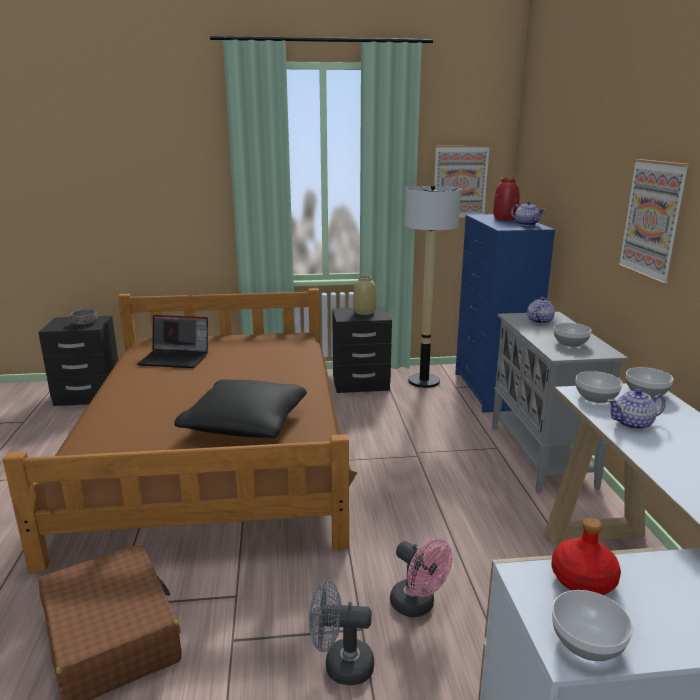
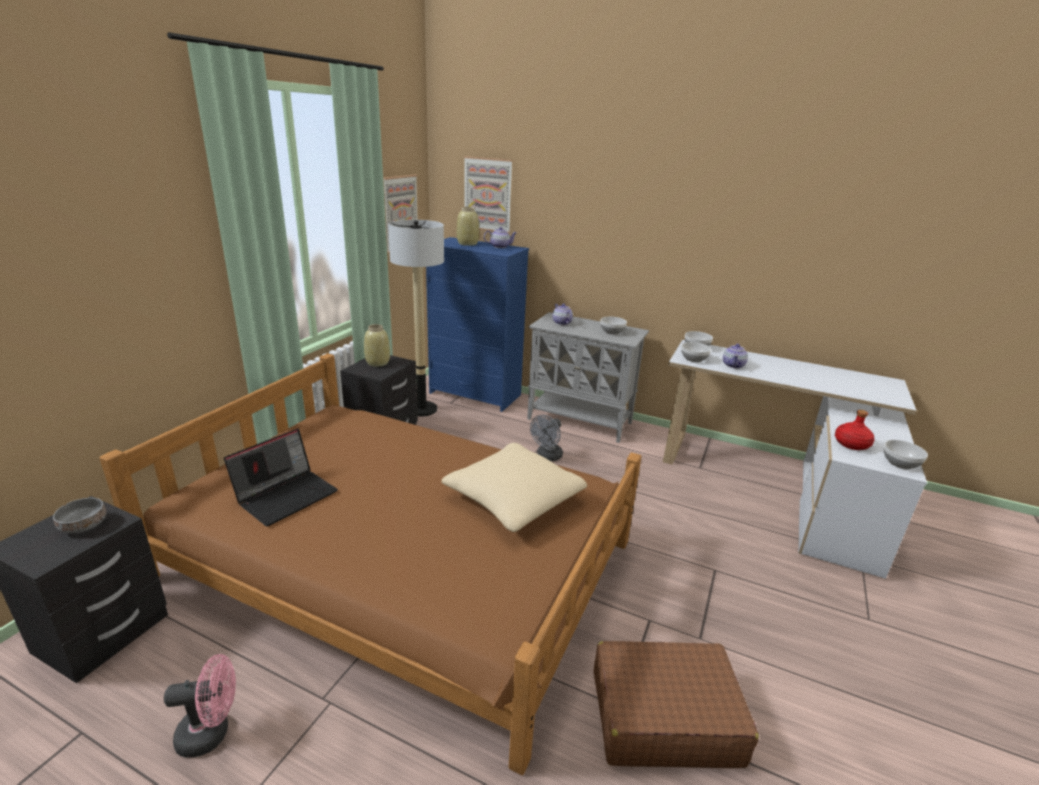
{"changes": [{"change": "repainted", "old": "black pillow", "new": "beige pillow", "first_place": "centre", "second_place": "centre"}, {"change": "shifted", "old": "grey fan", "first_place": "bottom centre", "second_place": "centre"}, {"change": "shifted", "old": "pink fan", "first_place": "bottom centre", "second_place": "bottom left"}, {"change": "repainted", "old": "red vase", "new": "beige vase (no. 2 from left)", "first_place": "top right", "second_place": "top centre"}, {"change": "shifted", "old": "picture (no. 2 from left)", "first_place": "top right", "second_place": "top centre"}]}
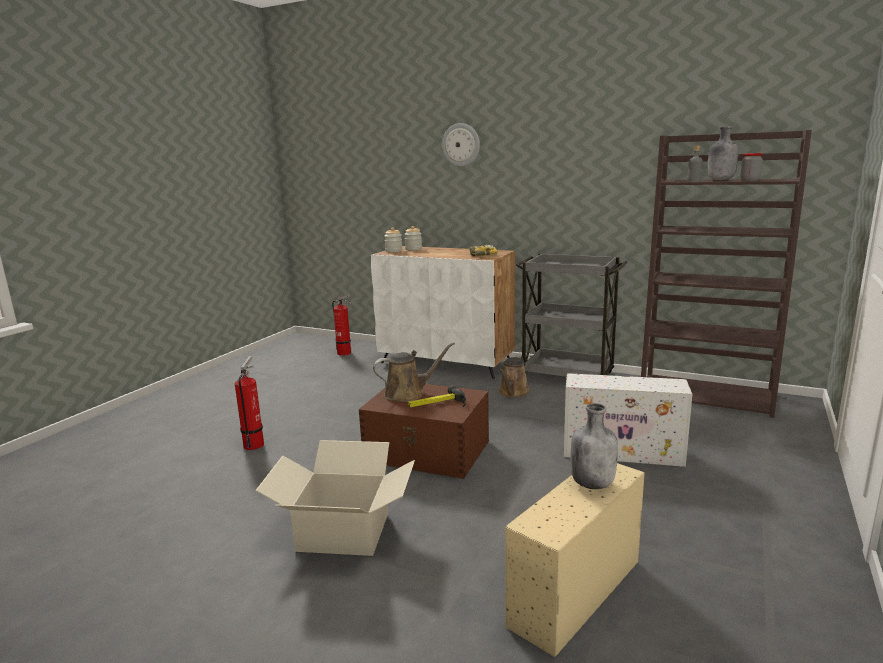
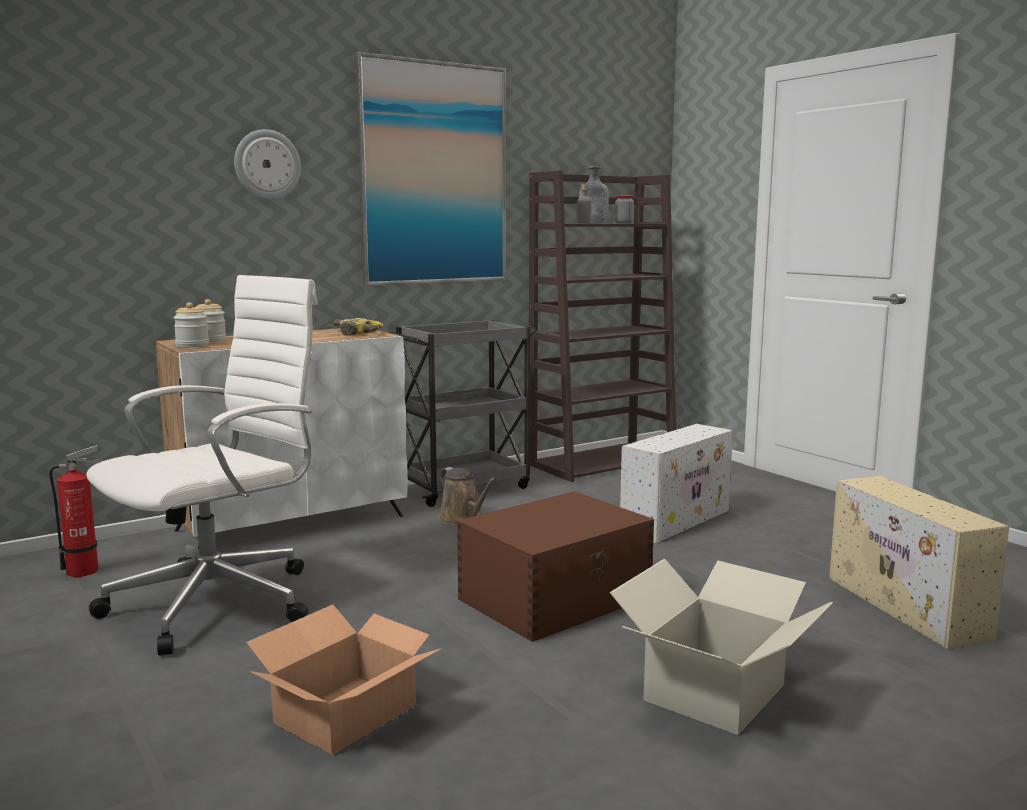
{"changes": [{"change": "swapped", "old": "fire extinguisher (no. 1 from left)", "new": "cardboard box (no. 1 from left)", "first_place": "middle left", "second_place": "bottom centre"}, {"change": "gone", "old": "brown watering can (no. 1 from left)", "first_place": "centre"}, {"change": "gone", "old": "hammer", "first_place": "centre"}, {"change": "gone", "old": "grey bottle (no. 1 from left)", "first_place": "bottom right"}, {"change": "new", "new": "white office chair", "second_place": "middle left"}, {"change": "new", "new": "picture", "second_place": "top centre"}]}
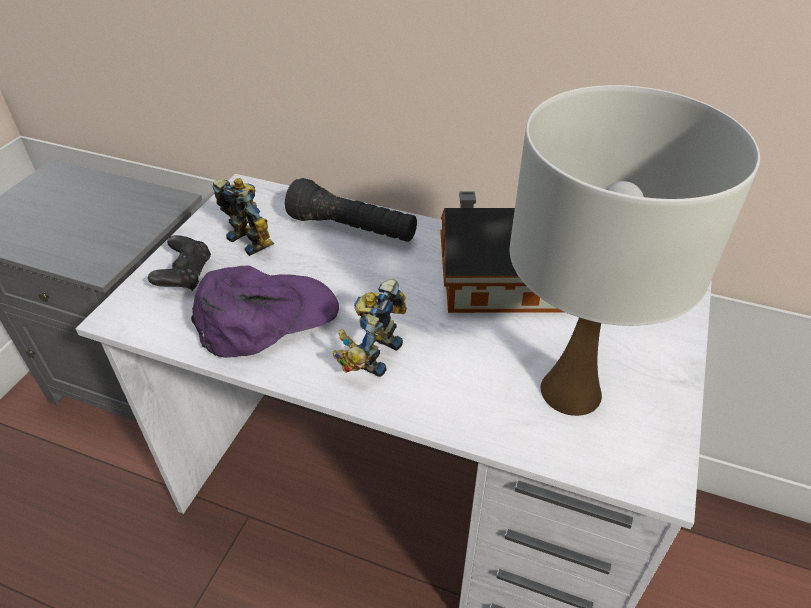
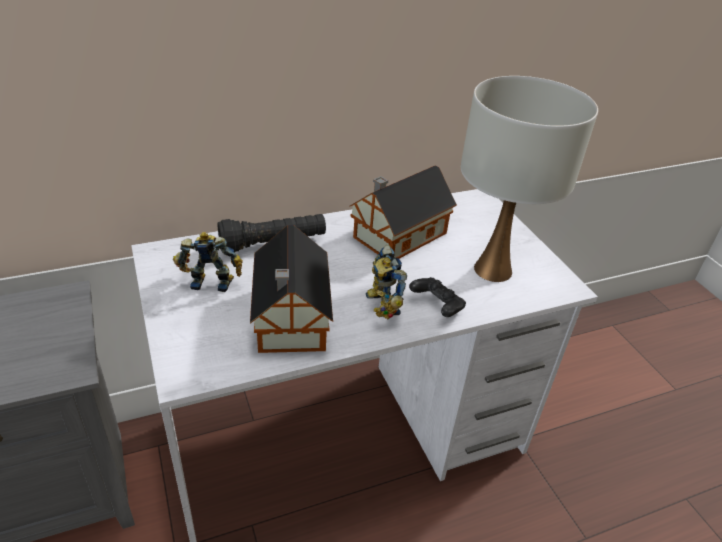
{"changes": [{"change": "shifted", "old": "black game controller", "first_place": "middle left", "second_place": "centre"}, {"change": "swapped", "old": "purple cap", "new": "toy house (no. 1 from left)", "first_place": "middle left", "second_place": "centre"}]}
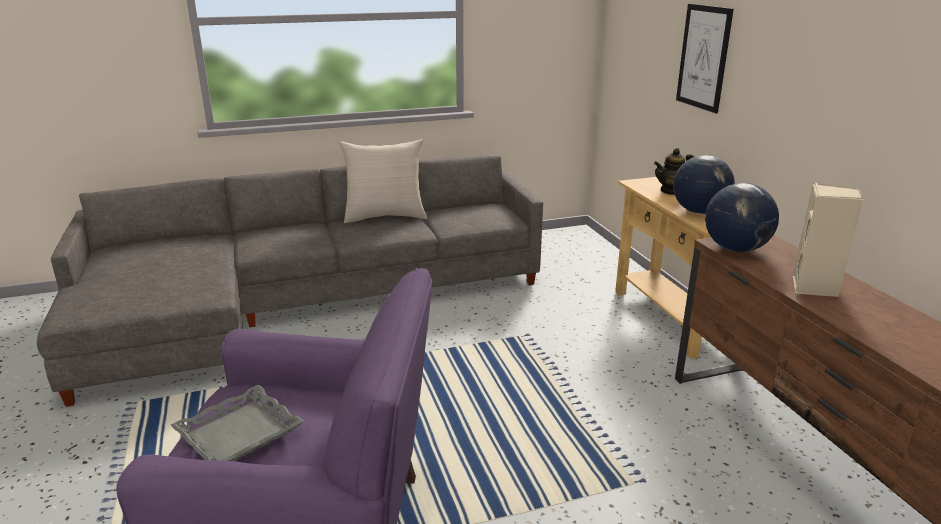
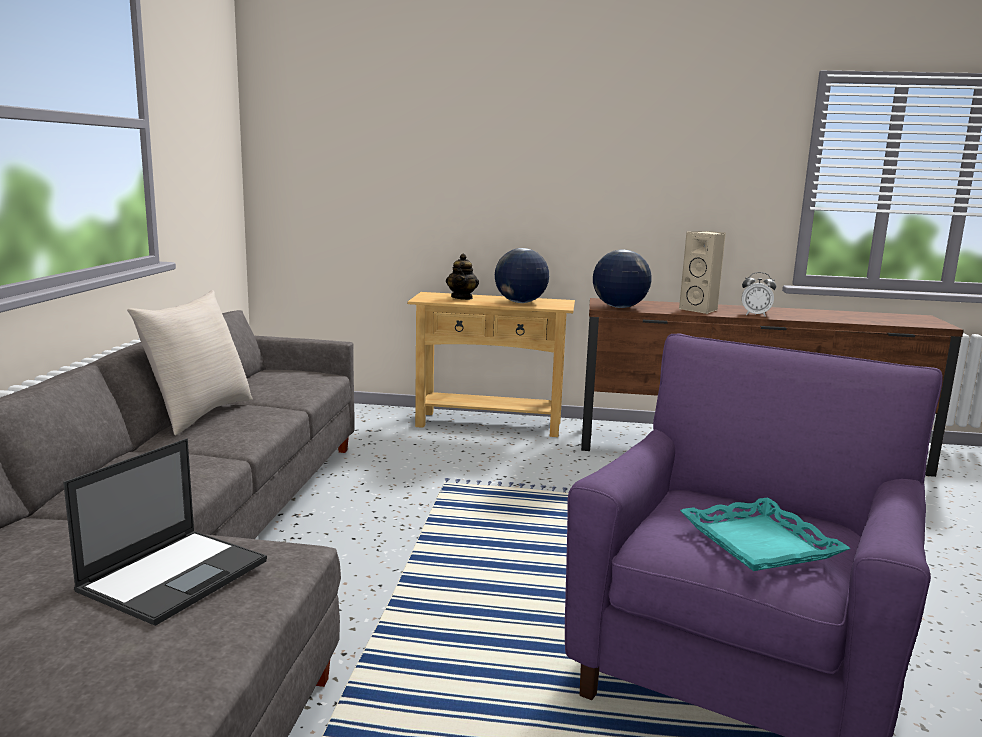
{"changes": [{"change": "repainted", "old": "grey tray", "new": "turquoise tray", "first_place": "bottom left", "second_place": "bottom right"}, {"change": "gone", "old": "picture", "first_place": "top right"}, {"change": "new", "new": "laptop", "second_place": "bottom left"}, {"change": "new", "new": "alarm clock", "second_place": "middle right"}]}
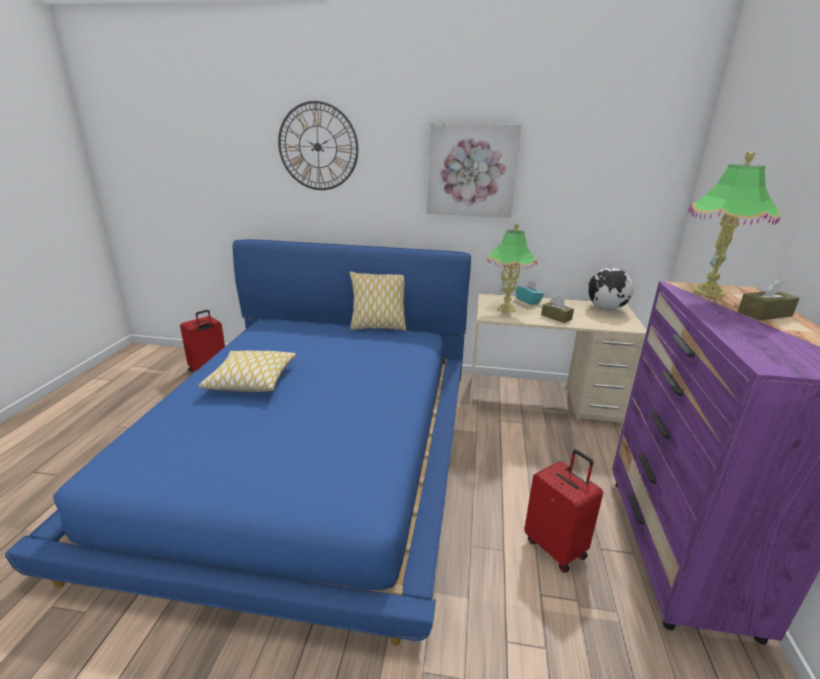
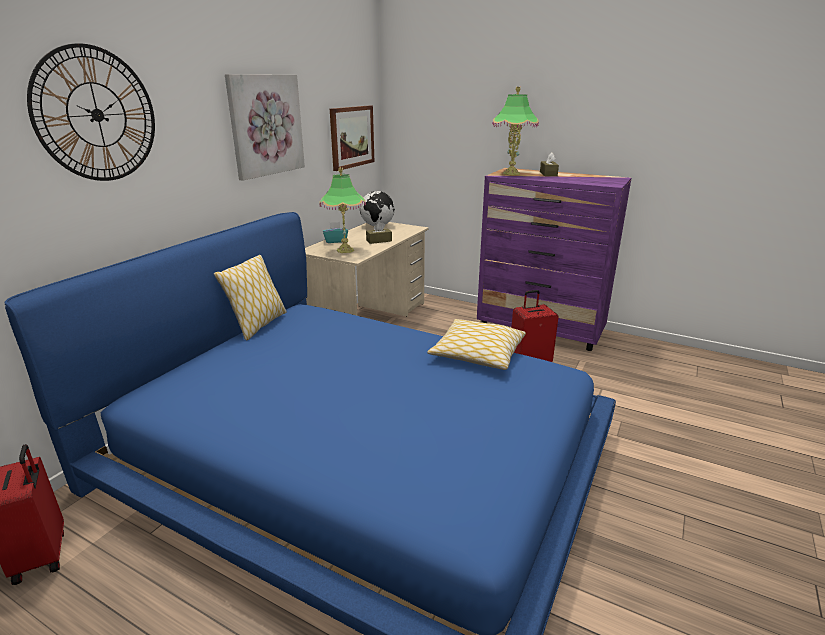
{"changes": [{"change": "shifted", "old": "pillow (no. 1 from left in the first image)", "new": "pillow (no. 2 from left)", "first_place": "middle left", "second_place": "centre"}, {"change": "new", "new": "picture (no. 2 from left)", "second_place": "top centre"}]}
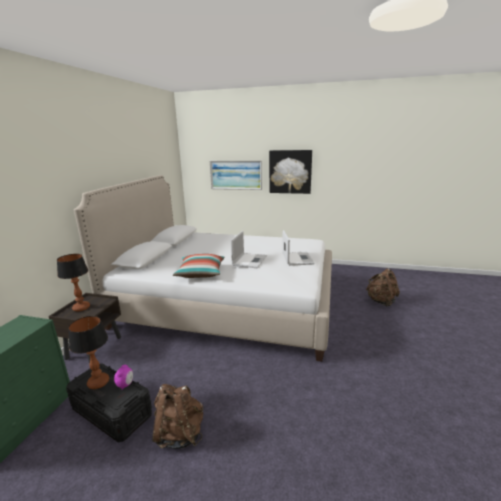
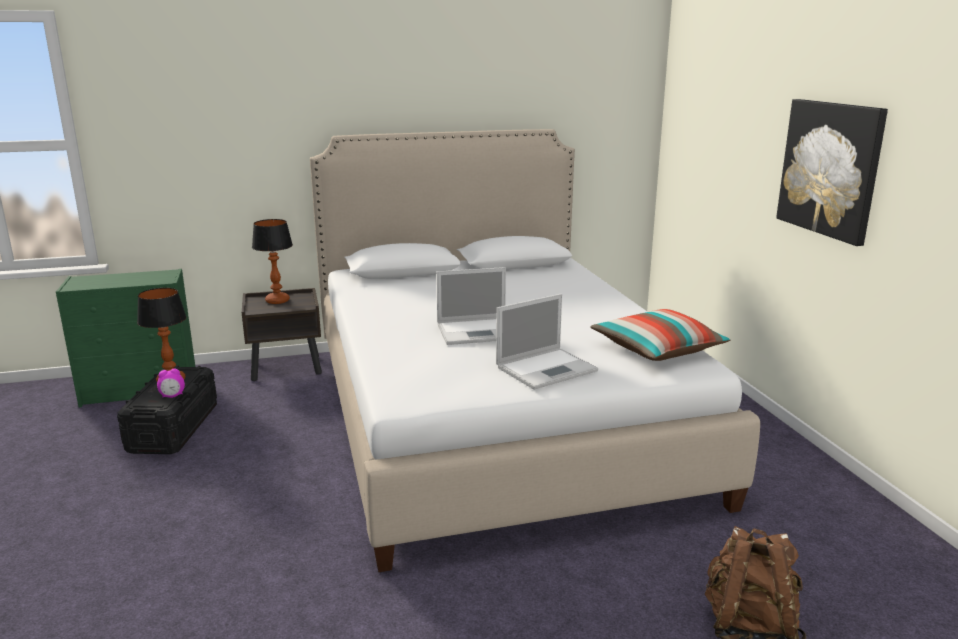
{"changes": [{"change": "gone", "old": "brown backpack (no. 1 from left)", "first_place": "bottom centre"}, {"change": "shifted", "old": "pillow", "first_place": "centre", "second_place": "middle right"}, {"change": "gone", "old": "picture (no. 1 from left)", "first_place": "centre"}]}
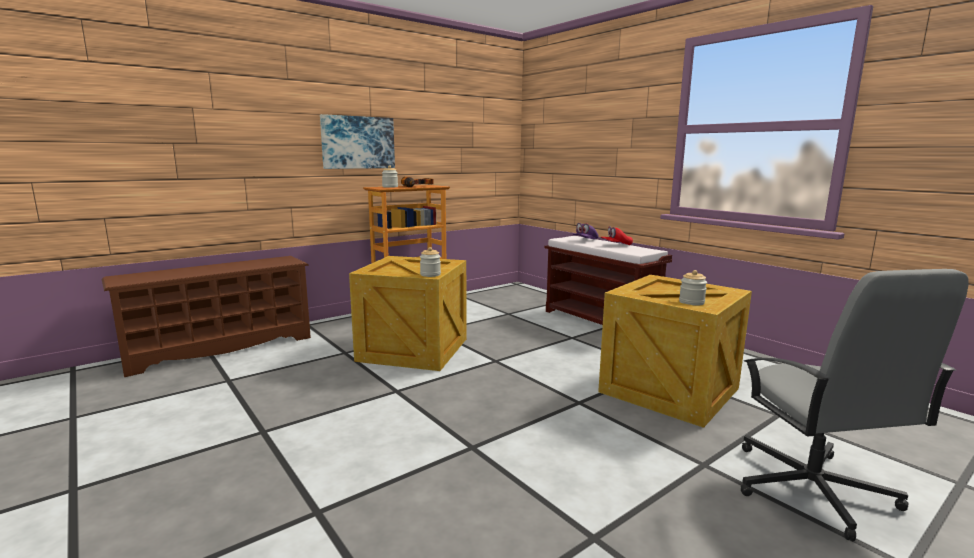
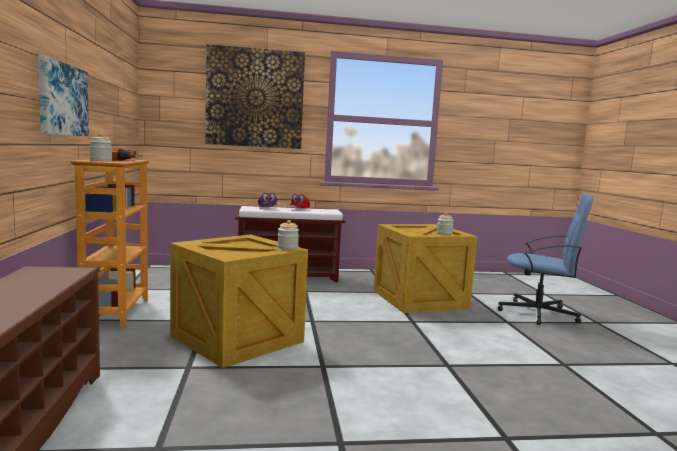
{"changes": [{"change": "repainted", "old": "grey office chair", "new": "blue office chair", "first_place": "bottom right", "second_place": "middle right"}, {"change": "new", "new": "picture (no. 2 from left)", "second_place": "top centre"}]}
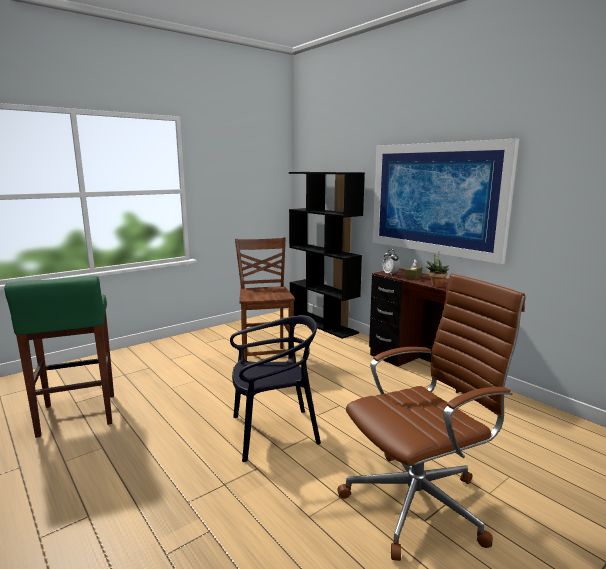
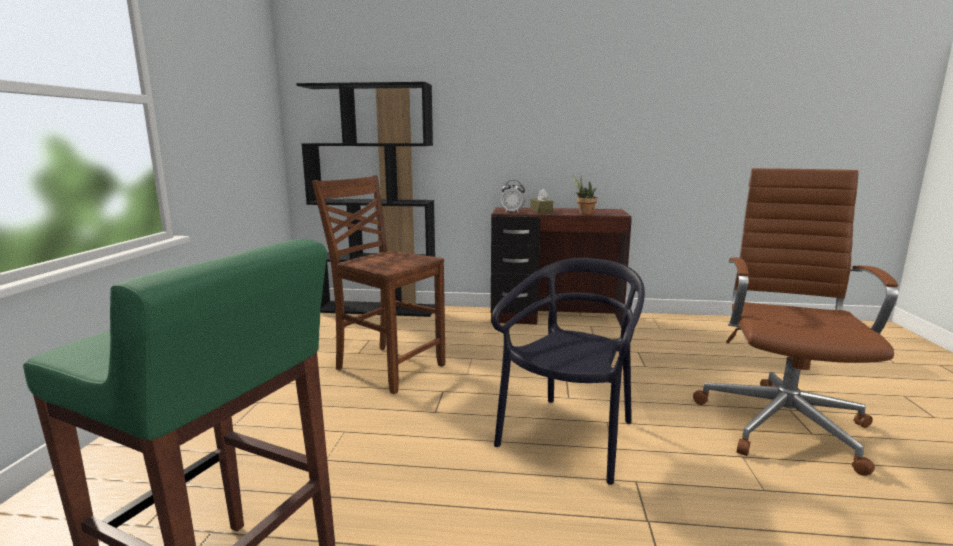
{"changes": [{"change": "gone", "old": "picture", "first_place": "middle right"}]}
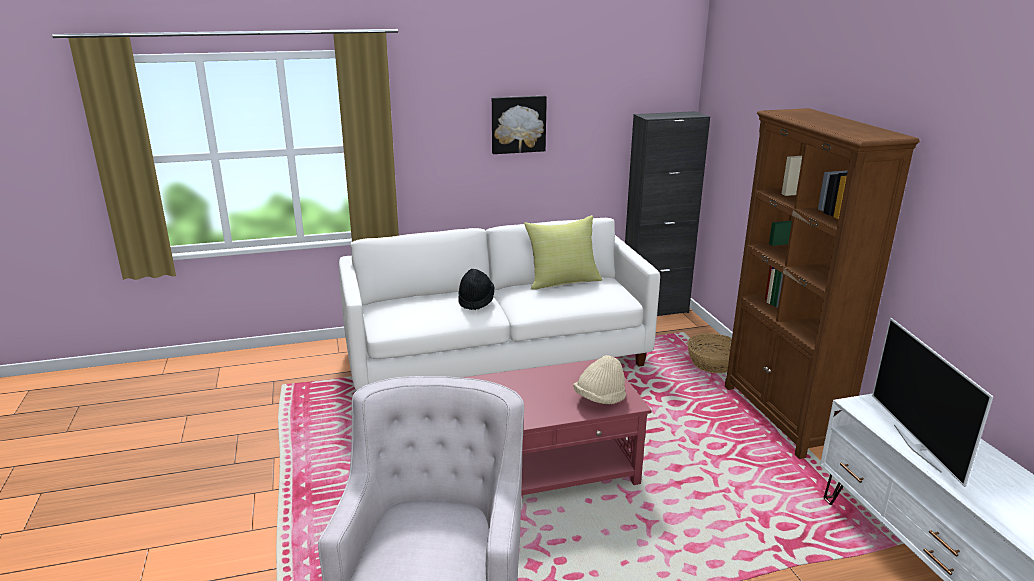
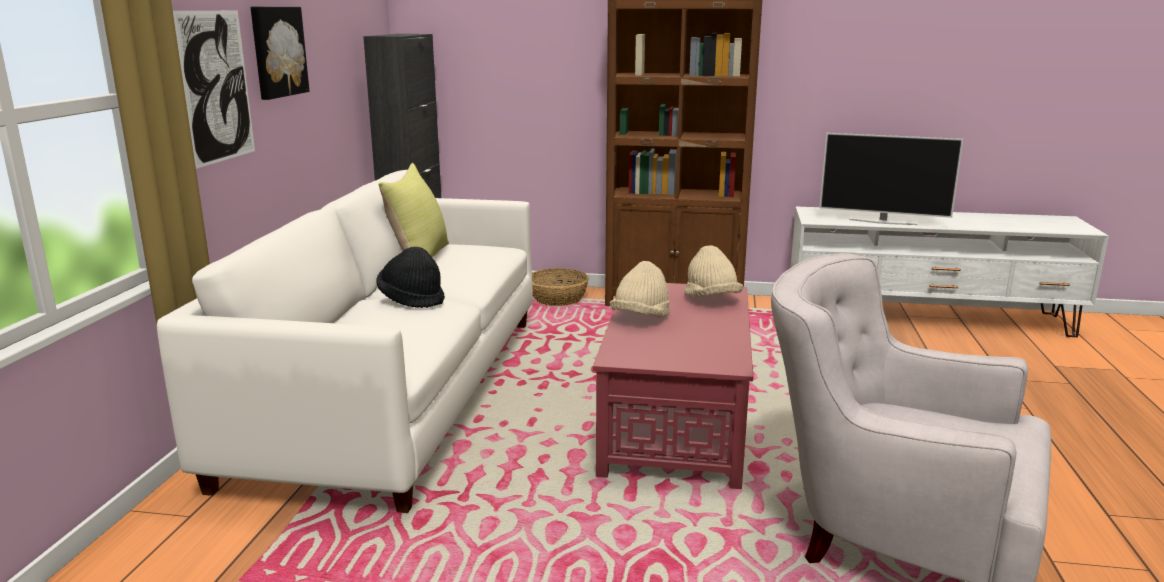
{"changes": [{"change": "new", "new": "picture (no. 1 from left)", "second_place": "top left"}, {"change": "new", "new": "beige hat (no. 1 from left)", "second_place": "centre"}]}
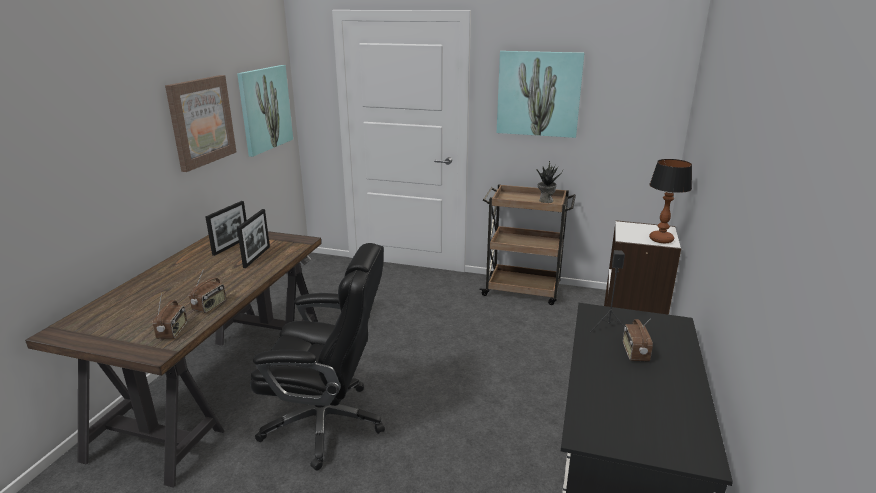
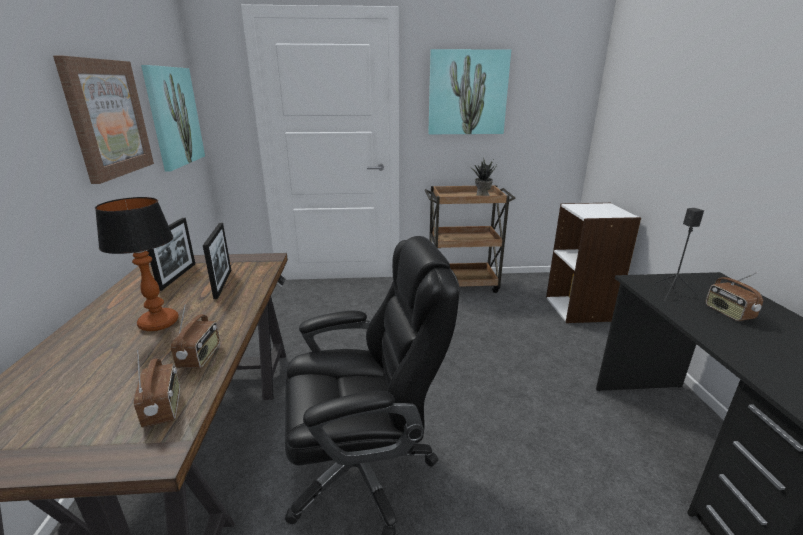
{"changes": [{"change": "shifted", "old": "table lamp", "first_place": "middle right", "second_place": "middle left"}]}
